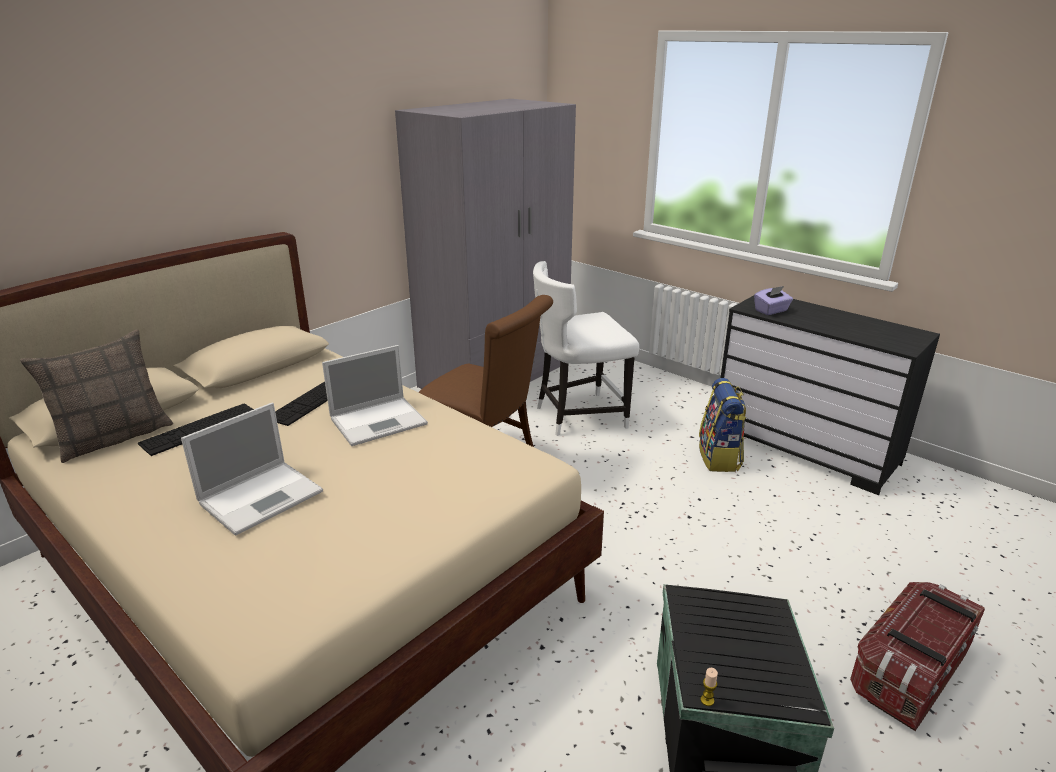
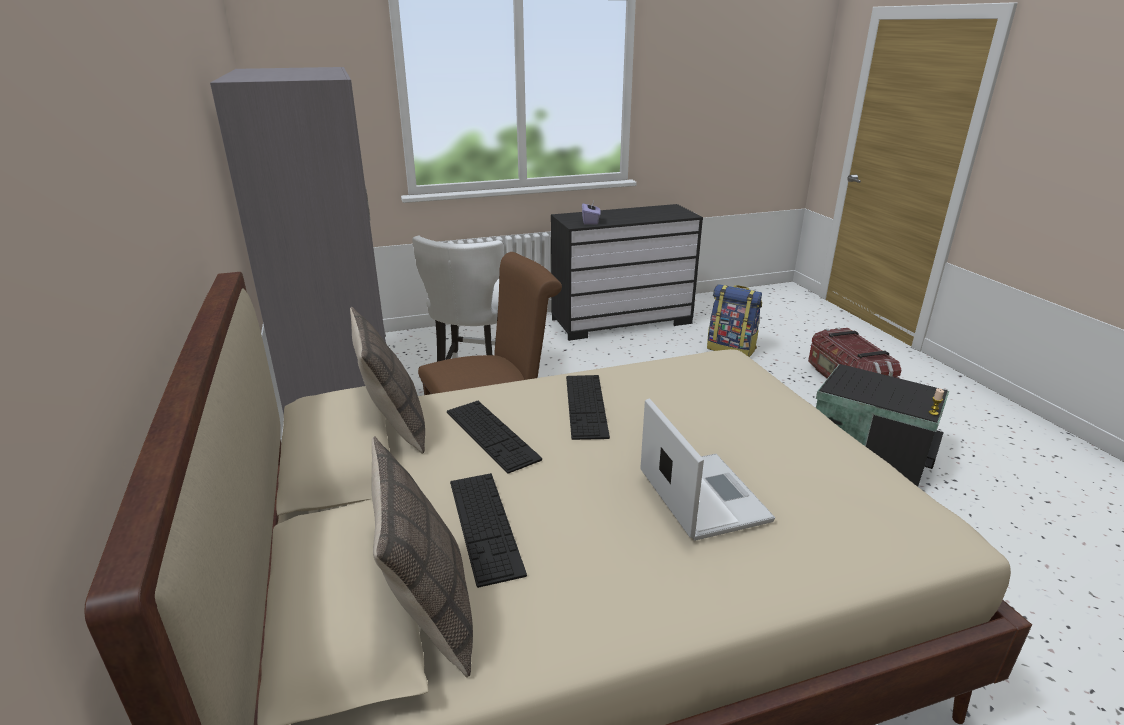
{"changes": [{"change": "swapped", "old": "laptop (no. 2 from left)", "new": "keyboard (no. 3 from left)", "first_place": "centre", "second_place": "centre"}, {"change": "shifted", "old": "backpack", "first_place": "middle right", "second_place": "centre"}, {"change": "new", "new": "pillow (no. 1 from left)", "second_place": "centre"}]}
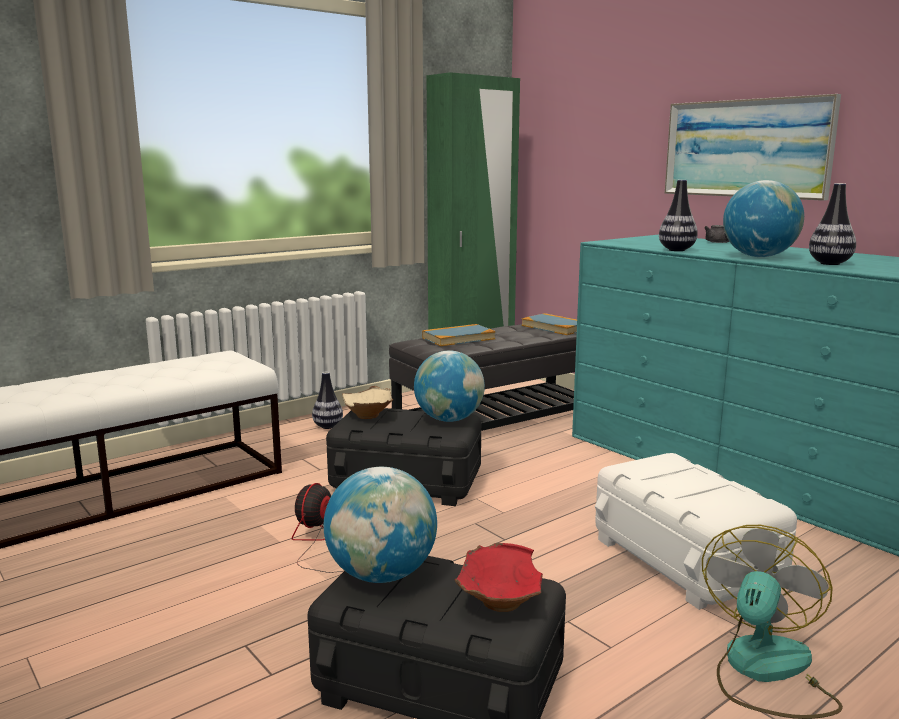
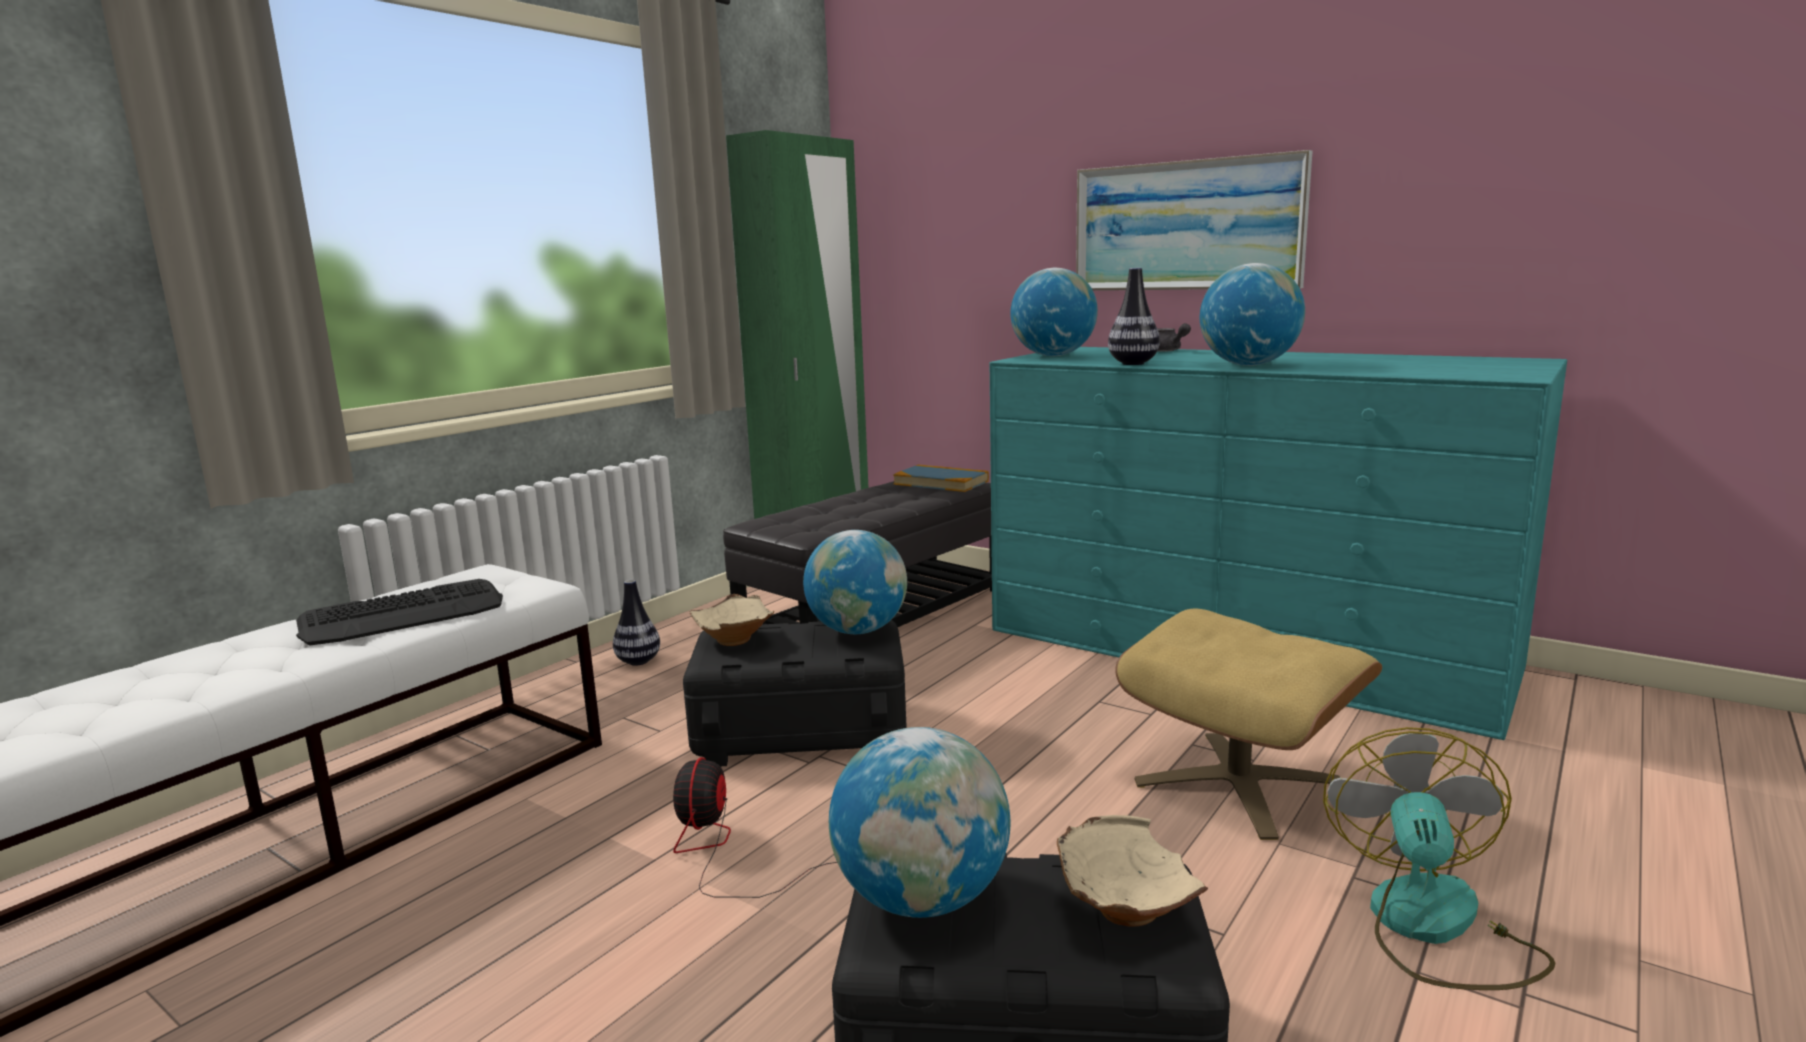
{"changes": [{"change": "gone", "old": "book (no. 1 from left)", "first_place": "centre"}, {"change": "repainted", "old": "red bowl", "new": "beige bowl (no. 2 from left)", "first_place": "bottom centre", "second_place": "bottom centre"}, {"change": "swapped", "old": "white storage box", "new": "beige ottoman", "first_place": "bottom right", "second_place": "bottom right"}, {"change": "gone", "old": "vase (no. 3 from left)", "first_place": "top right"}, {"change": "new", "new": "keyboard", "second_place": "middle left"}, {"change": "new", "new": "globe (no. 3 from left)", "second_place": "top centre"}]}
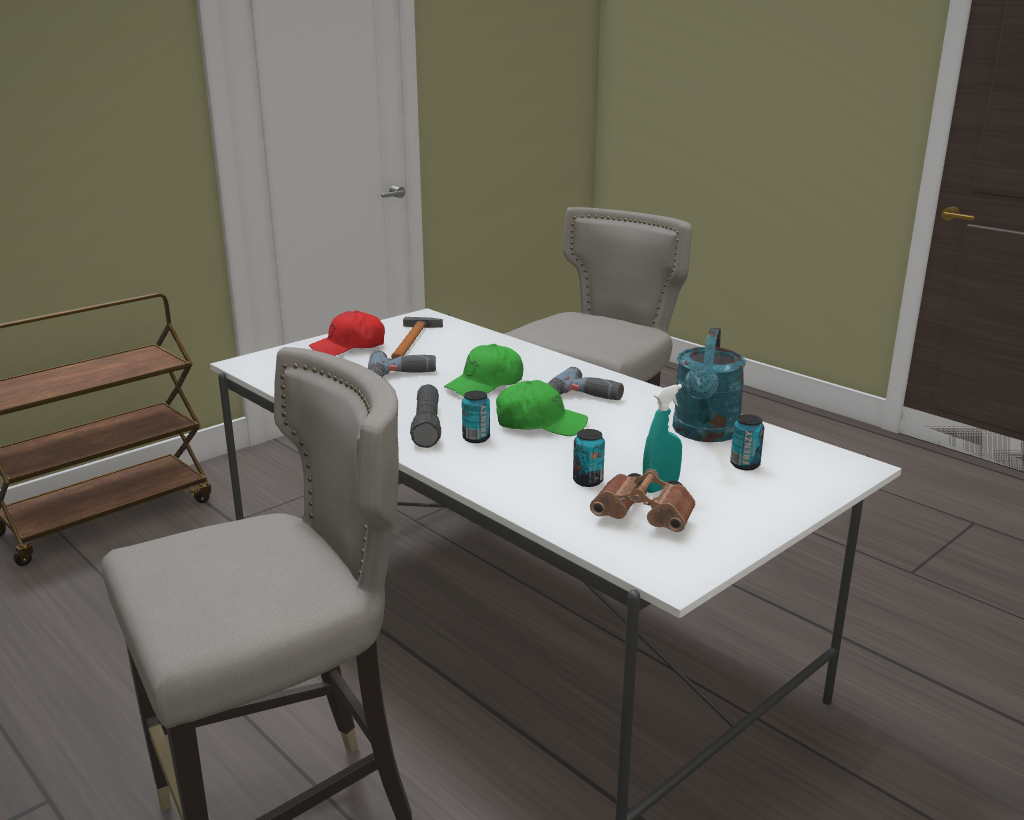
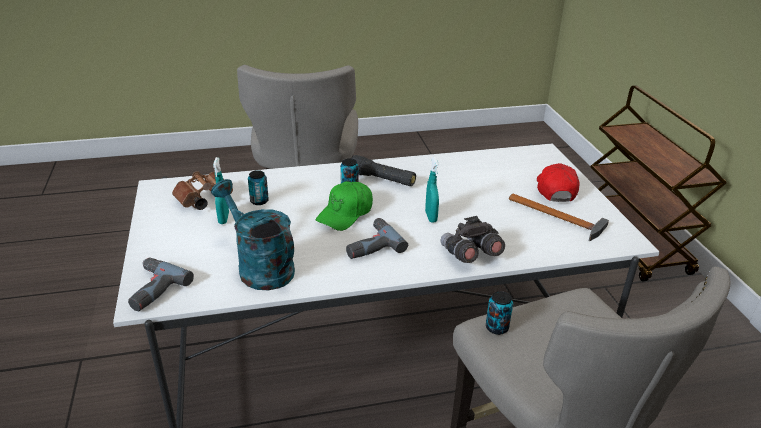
{"changes": [{"change": "shifted", "old": "power drill (no. 1 from left)", "first_place": "centre", "second_place": "middle left"}, {"change": "swapped", "old": "green cap (no. 1 from left)", "new": "turquoise spray bottle (no. 2 from left)", "first_place": "centre", "second_place": "centre"}, {"change": "shifted", "old": "can (no. 3 from left)", "first_place": "middle right", "second_place": "bottom centre"}, {"change": "new", "new": "grey binoculars", "second_place": "centre"}]}
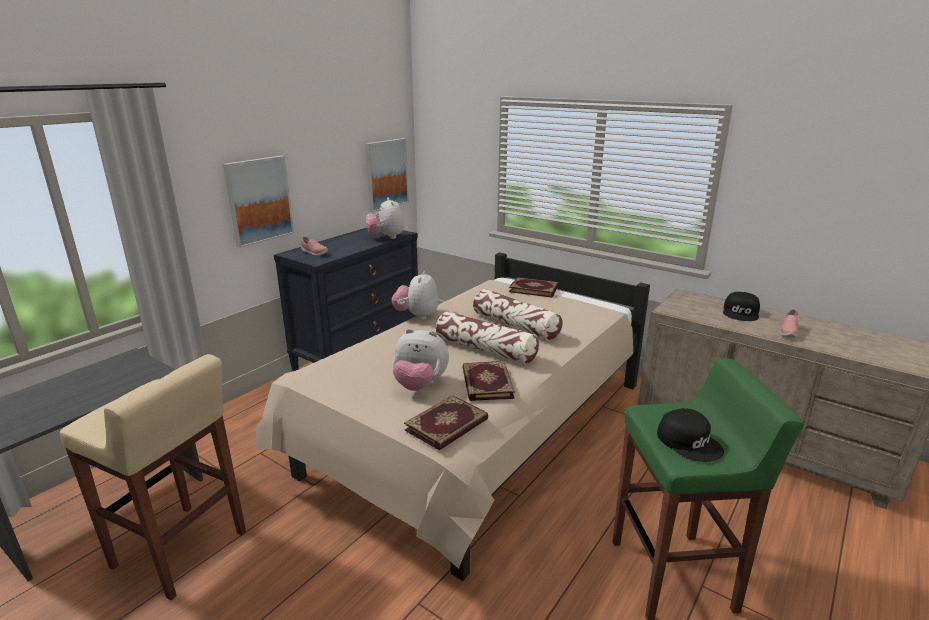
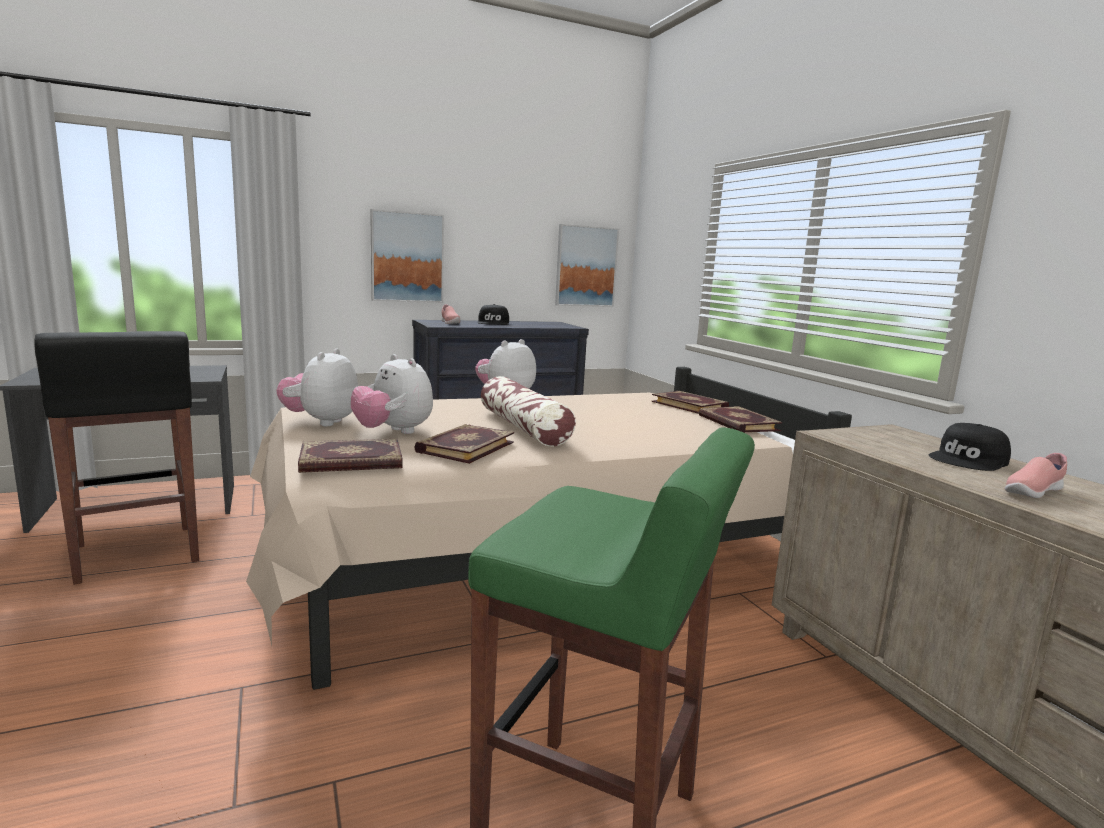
{"changes": [{"change": "repainted", "old": "beige stool", "new": "black stool", "first_place": "bottom left", "second_place": "middle left"}, {"change": "shifted", "old": "plush toy (no. 1 from left)", "first_place": "centre", "second_place": "middle left"}, {"change": "gone", "old": "pillow (no. 2 from left)", "first_place": "centre"}, {"change": "shifted", "old": "black cap (no. 1 from left)", "first_place": "bottom right", "second_place": "centre"}, {"change": "new", "new": "book (no. 4 from left)", "second_place": "middle right"}]}
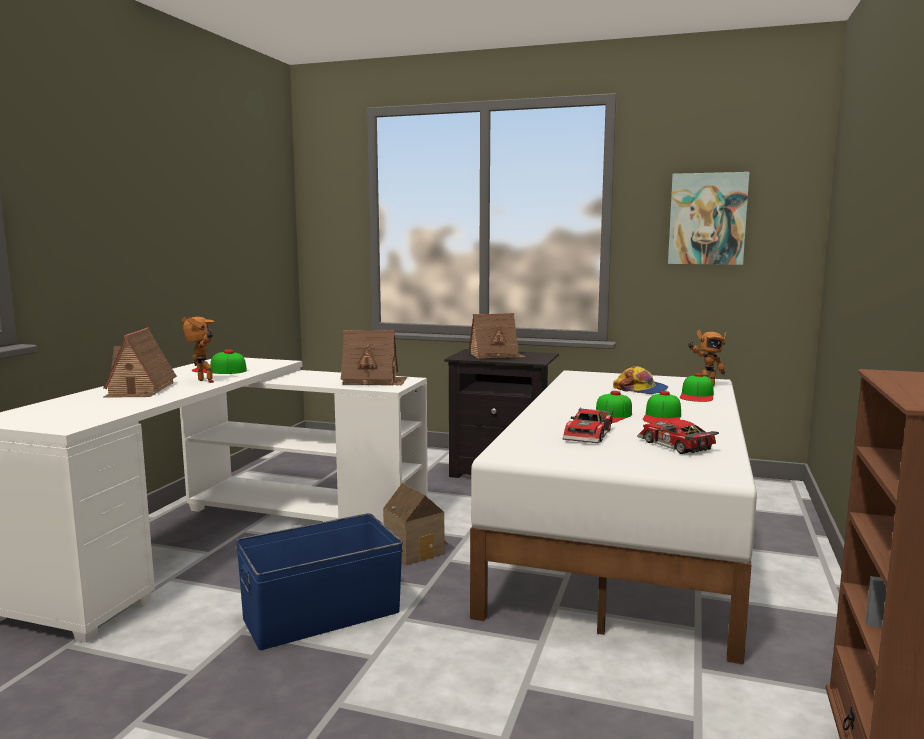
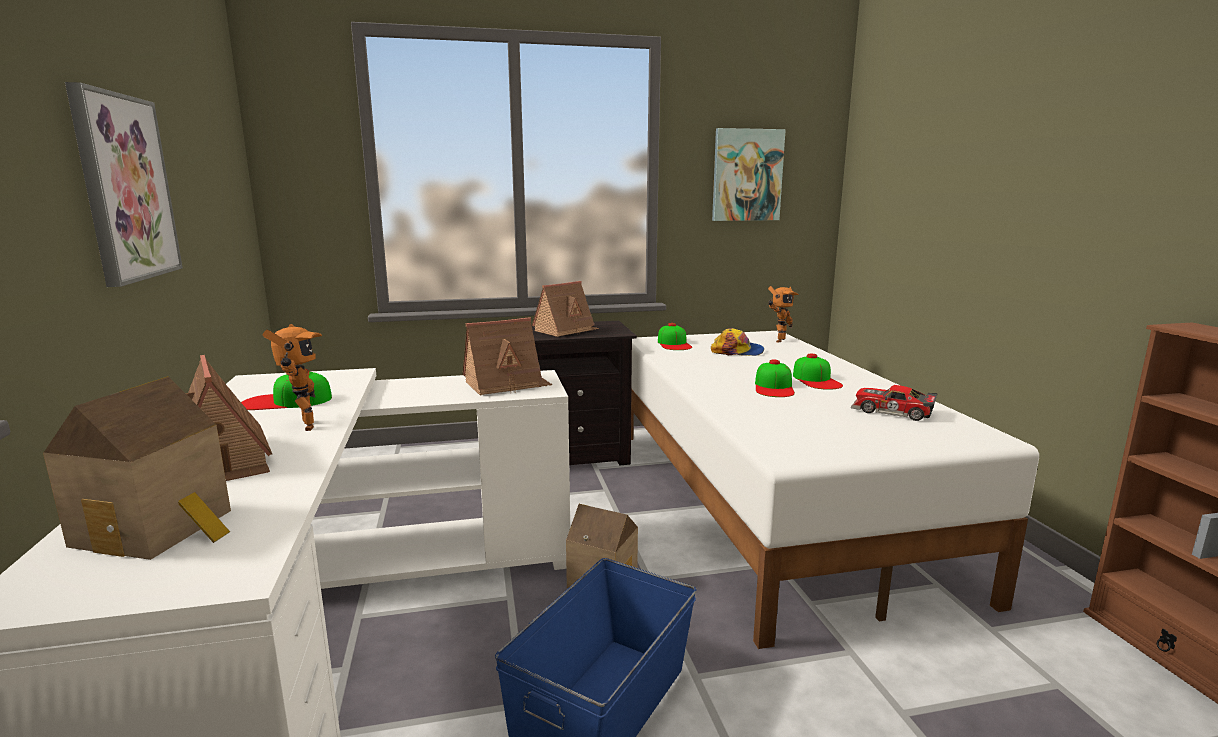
{"changes": [{"change": "rotated", "old": "toy robot (no. 1 from left)", "first_place": "middle left", "second_place": "middle left", "degrees": 60}, {"change": "gone", "old": "toy car (no. 1 from left)", "first_place": "centre"}, {"change": "shifted", "old": "cap (no. 5 from left in the first image)", "new": "cap (no. 2 from left)", "first_place": "middle right", "second_place": "centre"}, {"change": "new", "new": "toy house (no. 1 from left)", "second_place": "middle left"}, {"change": "new", "new": "picture (no. 1 from left)", "second_place": "top left"}]}
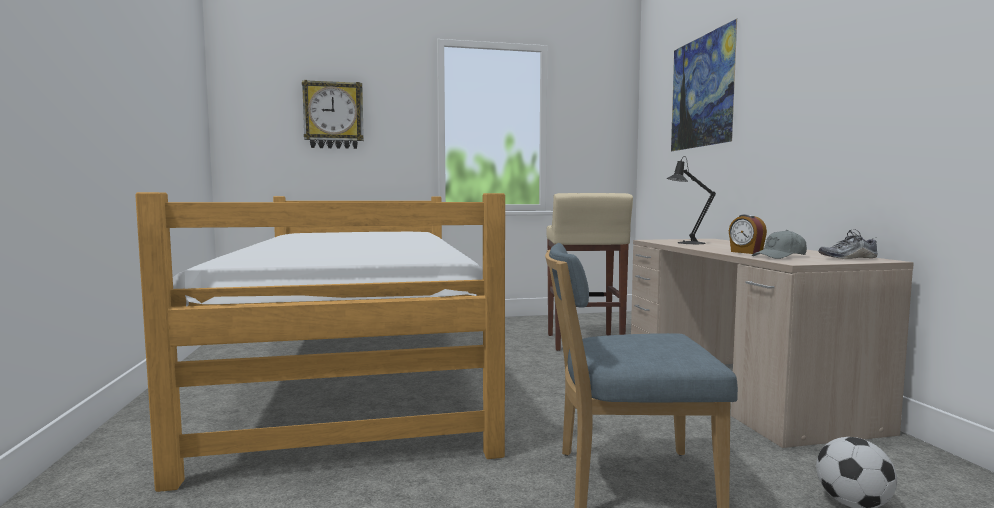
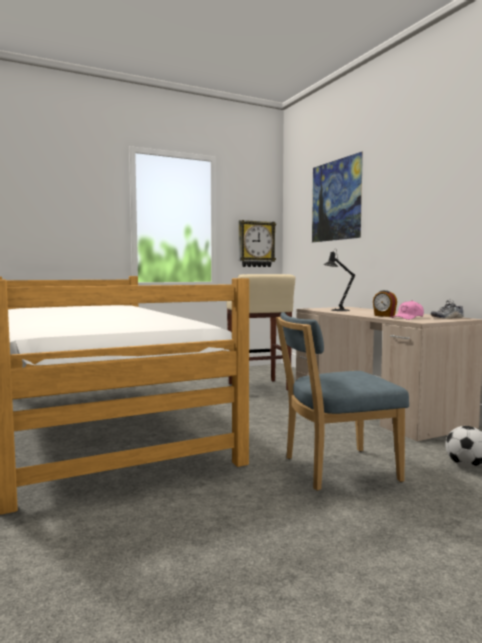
{"changes": [{"change": "shifted", "old": "wall clock", "first_place": "top centre", "second_place": "centre"}, {"change": "repainted", "old": "grey cap", "new": "pink cap", "first_place": "middle right", "second_place": "middle right"}]}
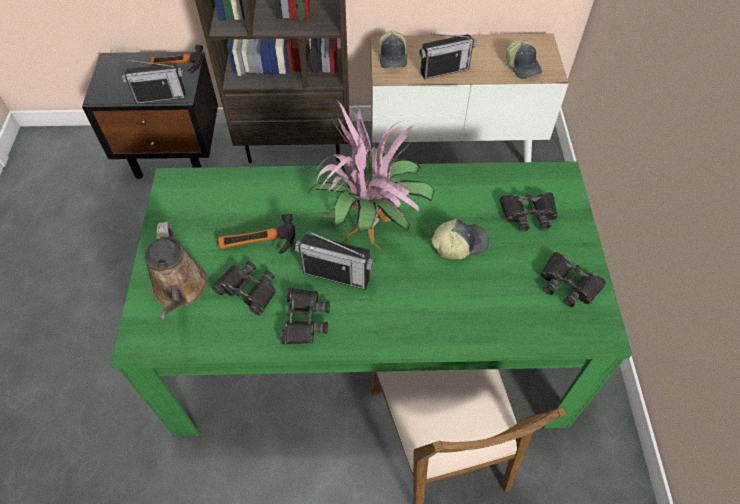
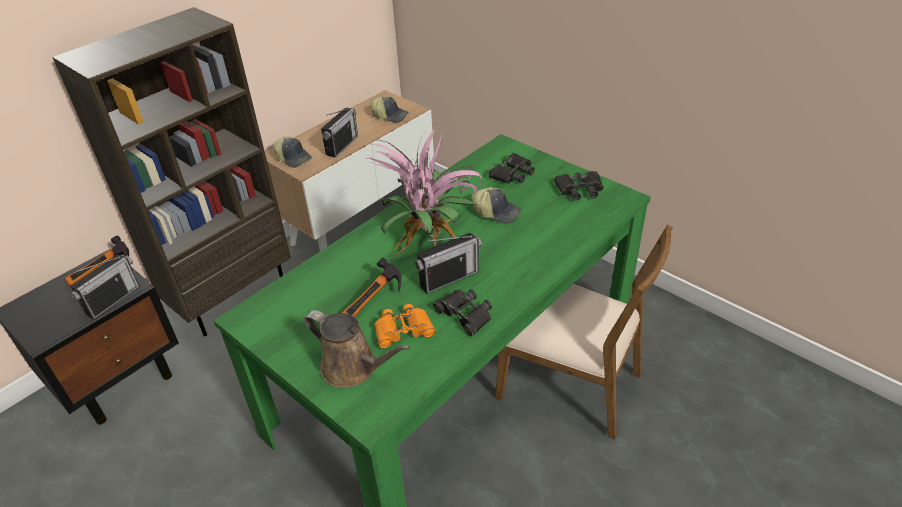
{"changes": [{"change": "repainted", "old": "black binoculars (no. 1 from left)", "new": "orange binoculars", "first_place": "middle left", "second_place": "centre"}, {"change": "rotated", "old": "cap (no. 2 from left in the first image)", "first_place": "centre", "second_place": "centre", "degrees": 90}]}
